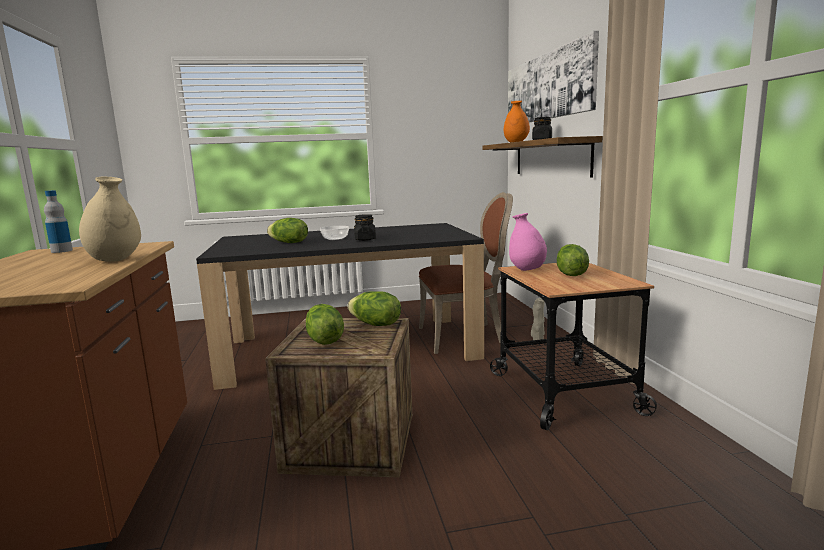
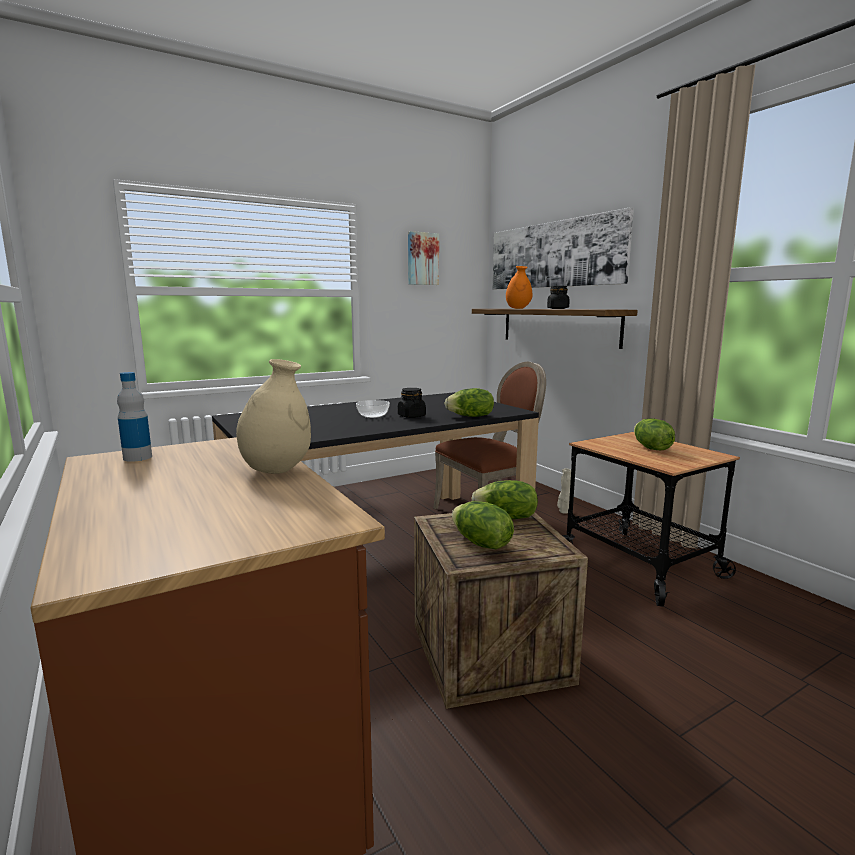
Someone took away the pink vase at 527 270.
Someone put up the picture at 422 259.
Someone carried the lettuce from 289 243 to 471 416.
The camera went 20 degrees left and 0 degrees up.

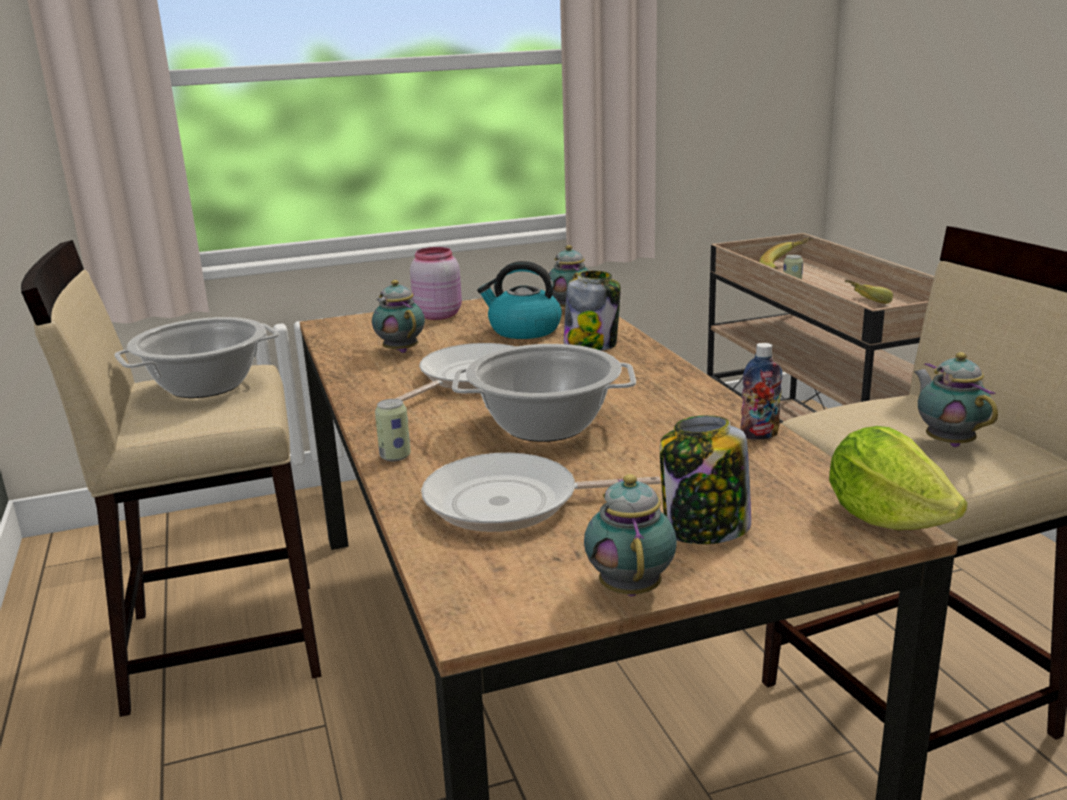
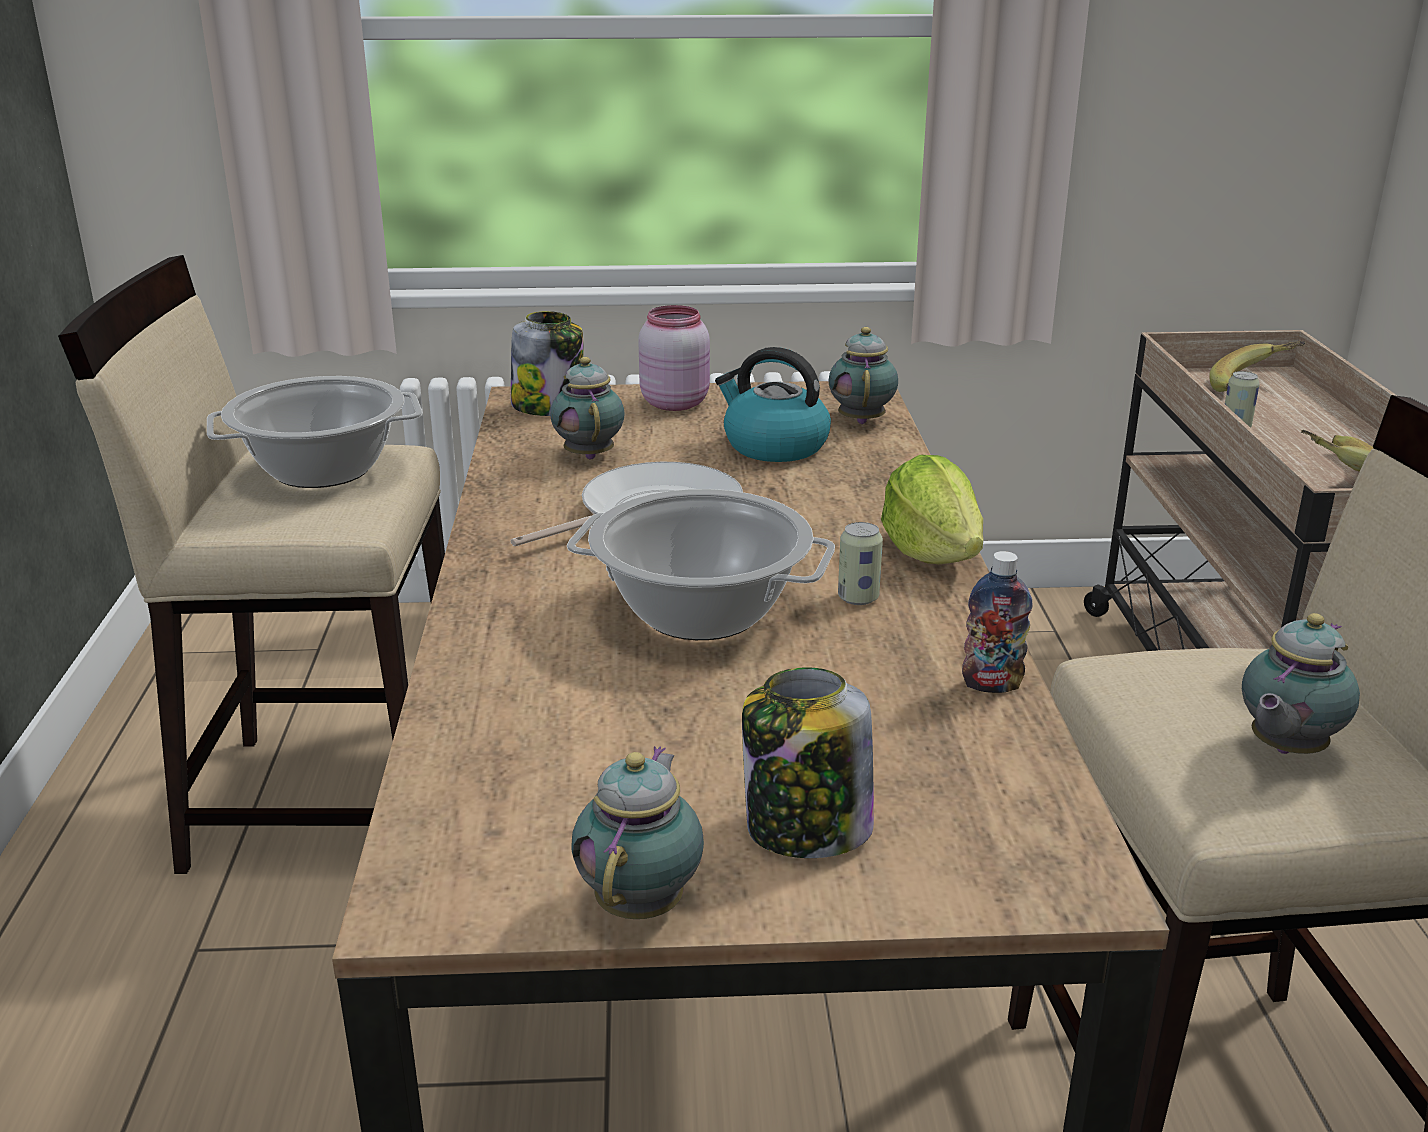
Someone took away the frying pan at 511 503.
Someone carried the can from 395 456 to 858 598.
Someone carried the jar from 591 344 to 549 406.
Someone carried the lettuce from 886 518 to 932 552.
Someone rotated the teapot at 947 442 by 135 degrees counterclockwise.
The camera went 15 degrees right and 5 degrees up.

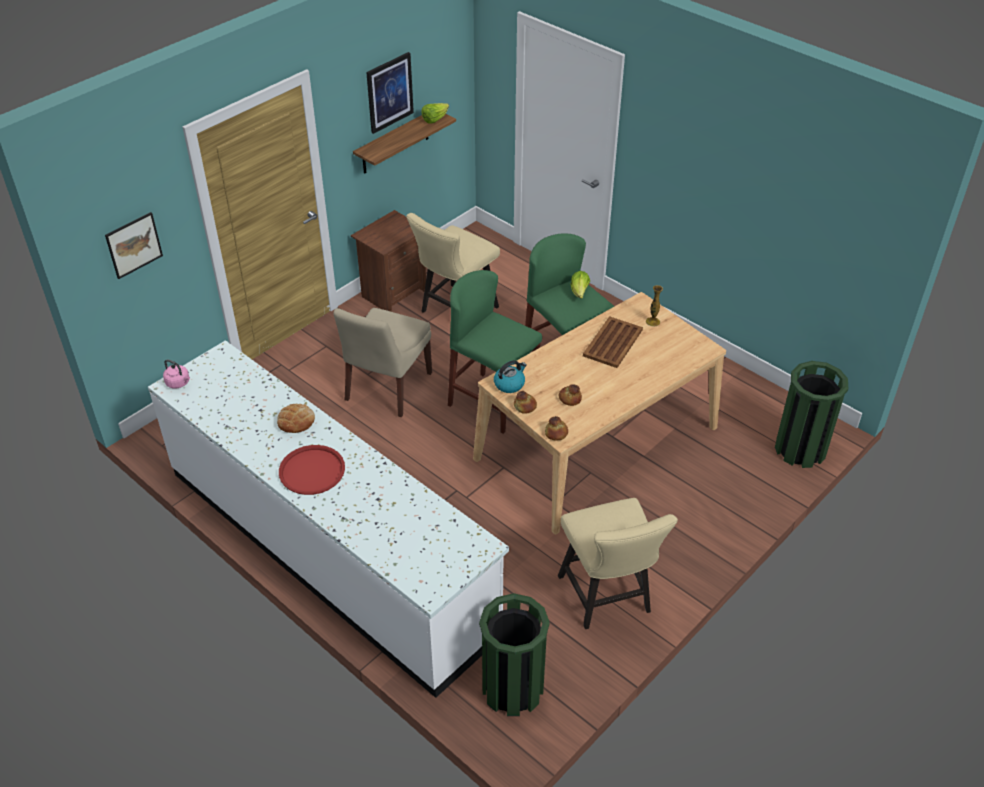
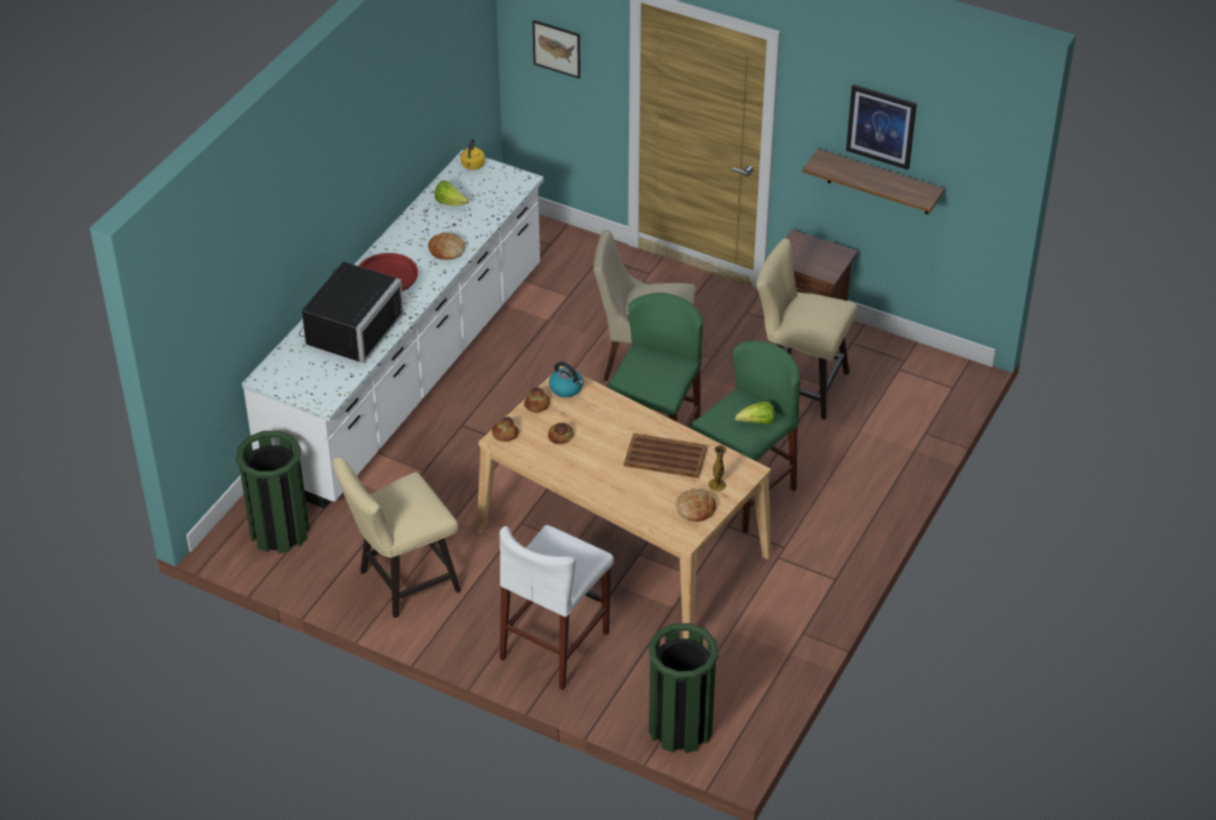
Someone put down the black microwave at 349 328.
Someone put down the white stool at 555 645.
Someone put down the bread at 695 508.
Someone carried the lettuce from 435 119 to 450 203.
Someone repainted the pink kettle at 179 383, which became the yellow kettle at 472 166.
The camera went 75 degrees right and 0 degrees up.

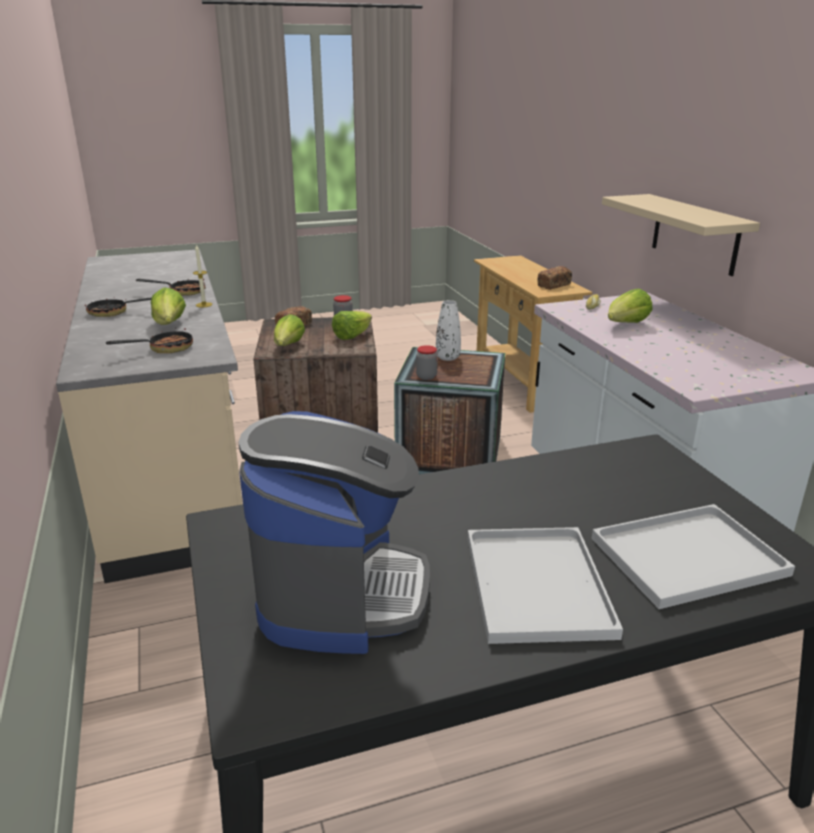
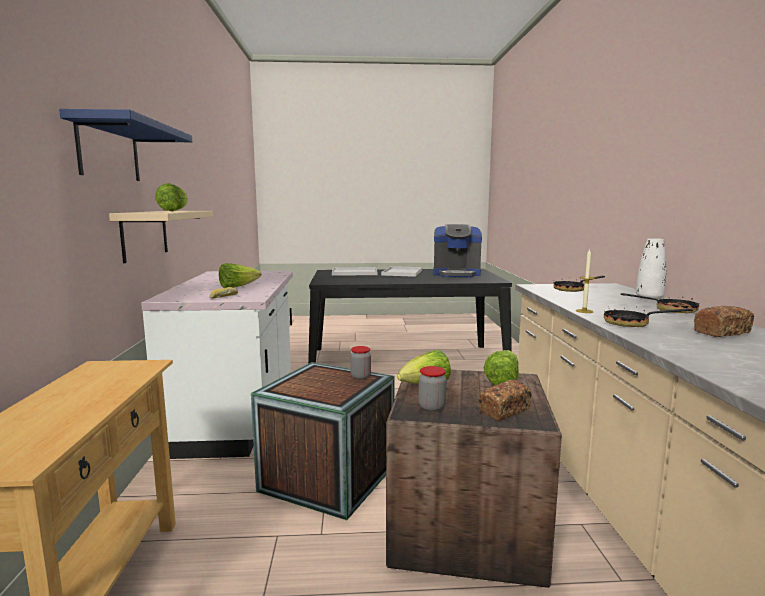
Someone put up the blue shelf at 109 151.
Someone carried the lettuce from 169 325 to 174 211.
Someone carried the white vase from 447 357 to 649 298.
Someone carried the bread from 554 285 to 721 332.
Someone rotated the coffee machine at 341 593 by 105 degrees counterclockwise.
The camera went 165 degrees left and 15 degrees down.

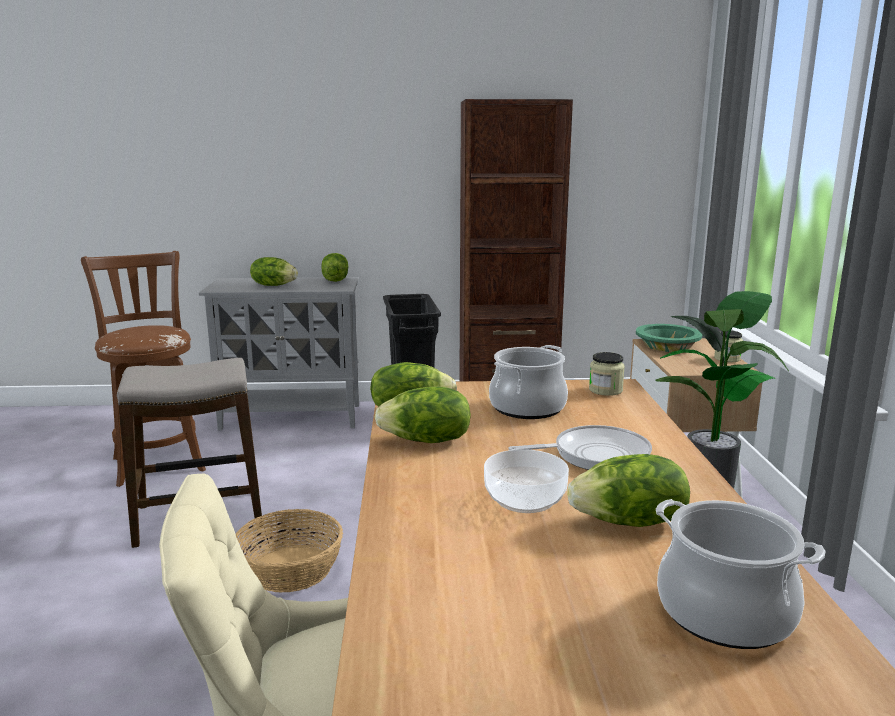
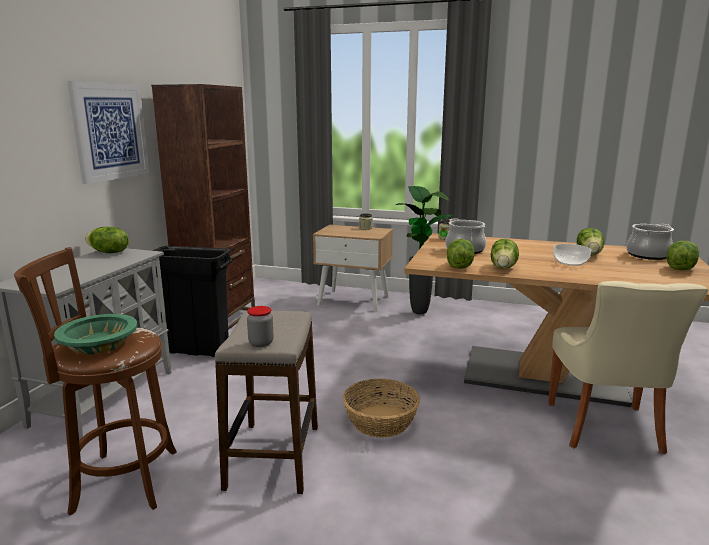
Someone took away the frying pan at 595 455.
Someone put up the picture at 110 131.
Someone put down the jar at 261 343.
Someone carried the lettuce from 274 285 to 679 268.
Someone carried the green bowl from 667 346 to 99 343.
The camera went 70 degrees left and 0 degrees up.

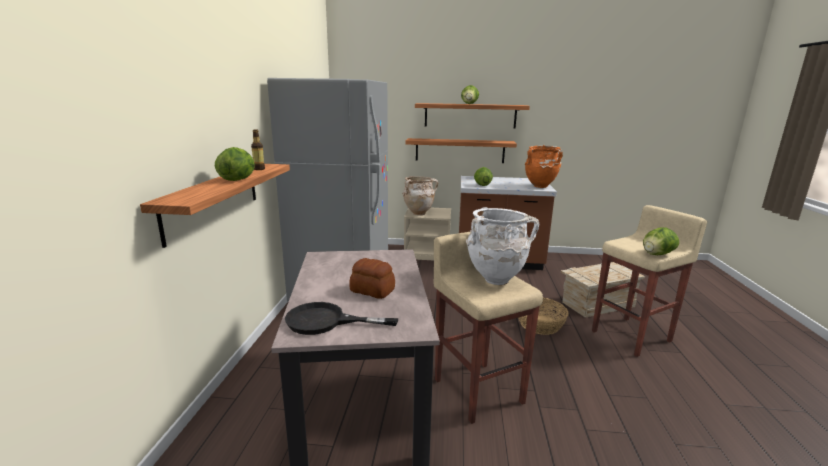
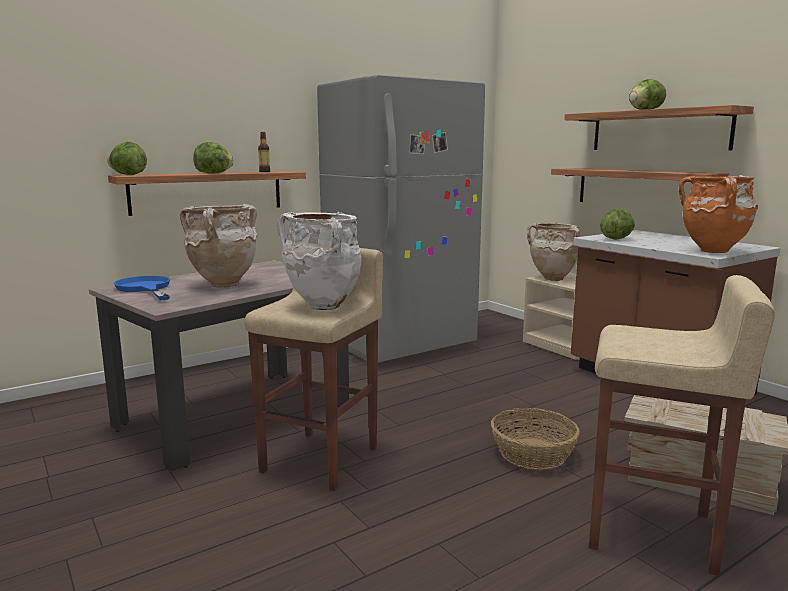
Someone carried the lettuce from 656 254 to 128 175.
Someone swapped the bread at 372 291 for the beige vase at 223 285.
Someone repainted the black frying pan at 326 321, which became the blue frying pan at 145 288.
The camera went 50 degrees right and 5 degrees down.

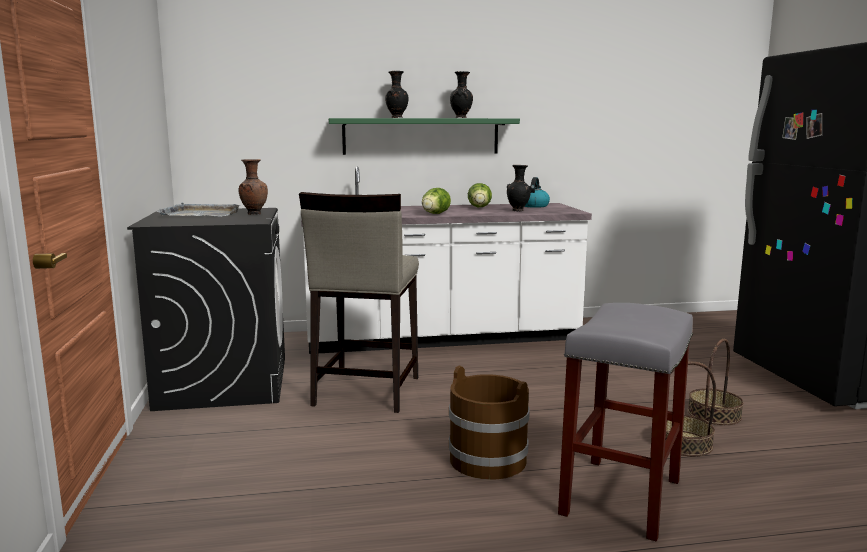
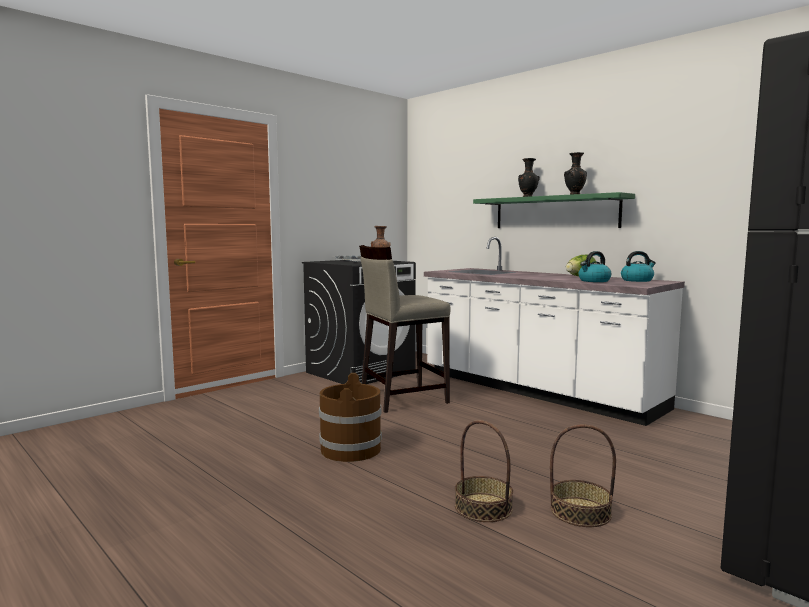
Someone took away the lettuce at 434 214.
Someone took away the grey stool at 620 496.
Someone swapped the black vase at 518 211 for the kettle at 594 281.
The camera went 55 degrees right and 5 degrees down.

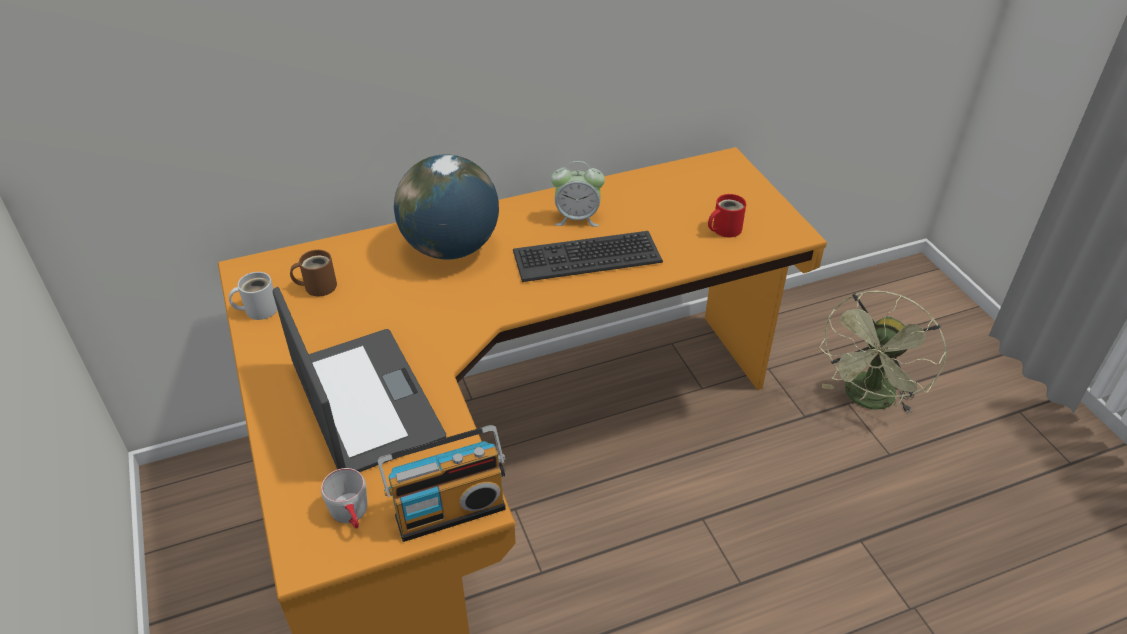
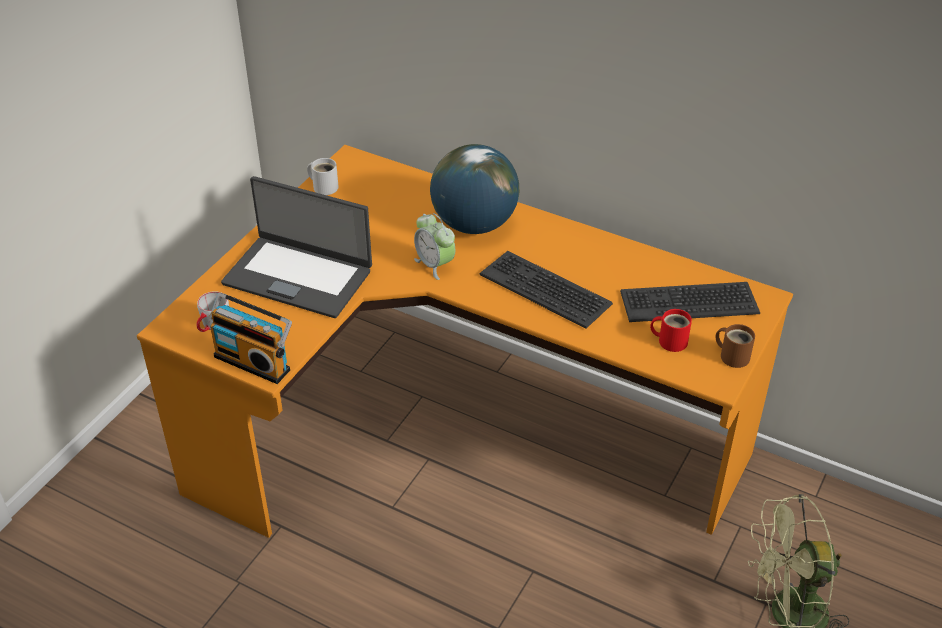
Someone put down the keyboard at 689 302.
Someone carried the brown mug from 317 286 to 733 355.
Someone carried the alarm clock from 577 218 to 435 265.
Someone rotated the laptop at 364 401 by 90 degrees clockwise.
The camera went 50 degrees right and 0 degrees up.

